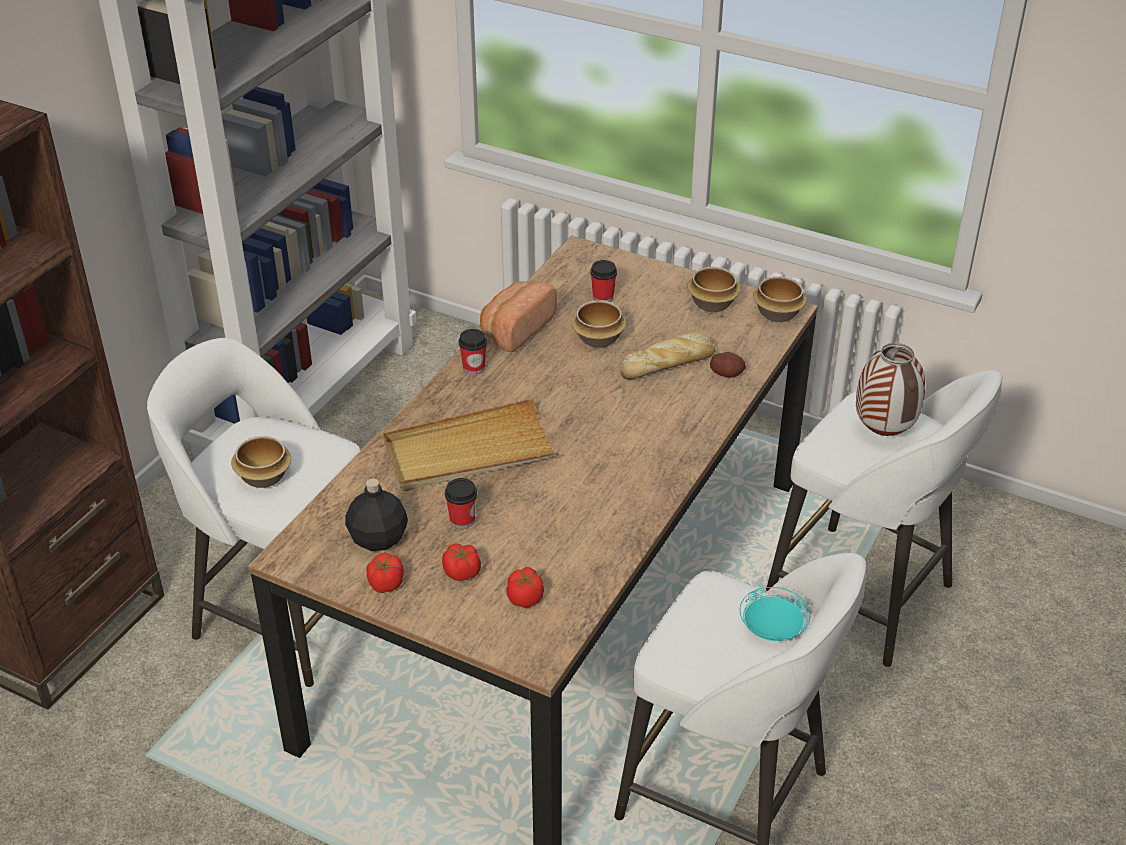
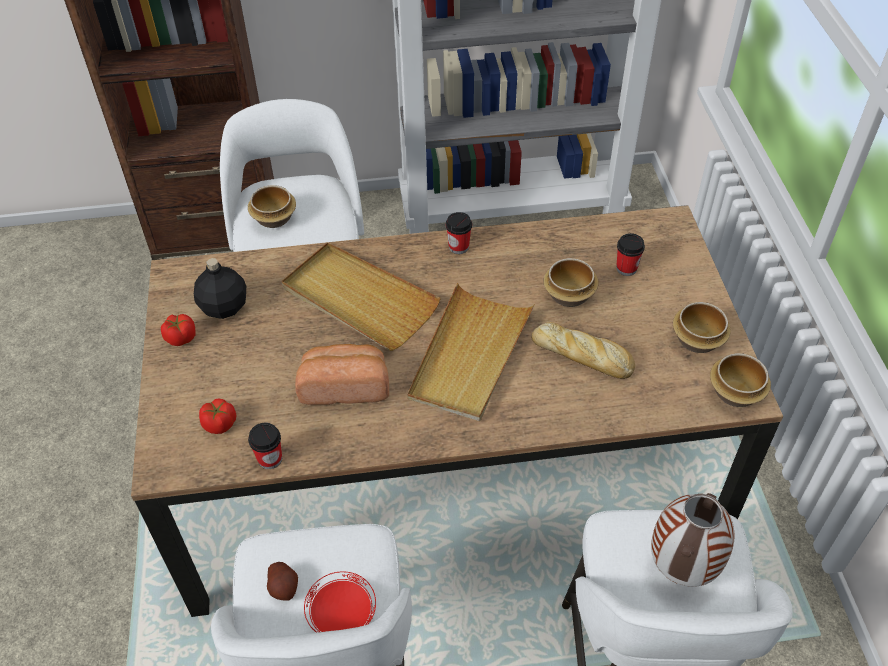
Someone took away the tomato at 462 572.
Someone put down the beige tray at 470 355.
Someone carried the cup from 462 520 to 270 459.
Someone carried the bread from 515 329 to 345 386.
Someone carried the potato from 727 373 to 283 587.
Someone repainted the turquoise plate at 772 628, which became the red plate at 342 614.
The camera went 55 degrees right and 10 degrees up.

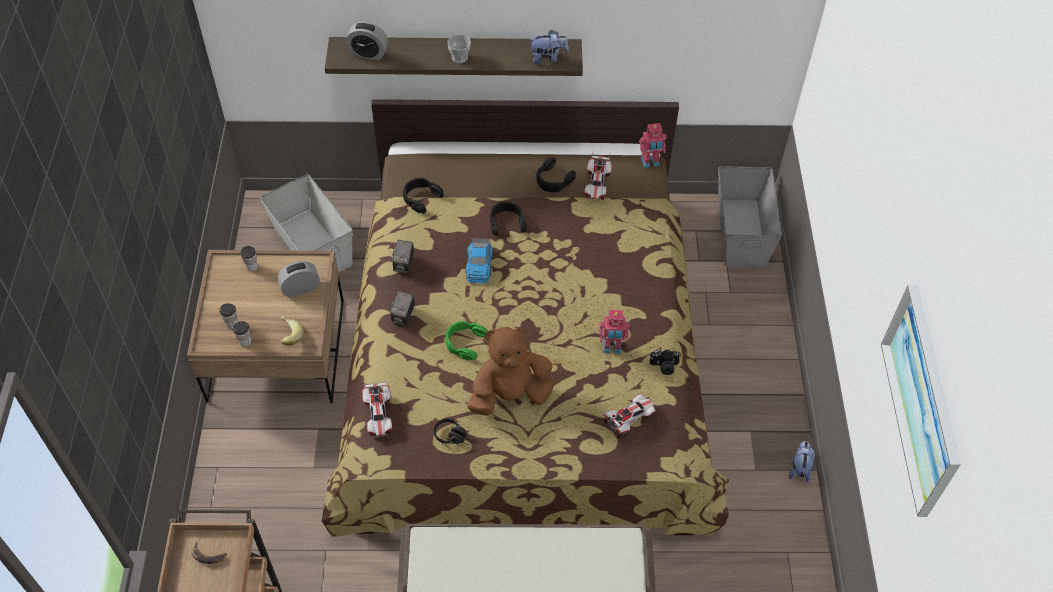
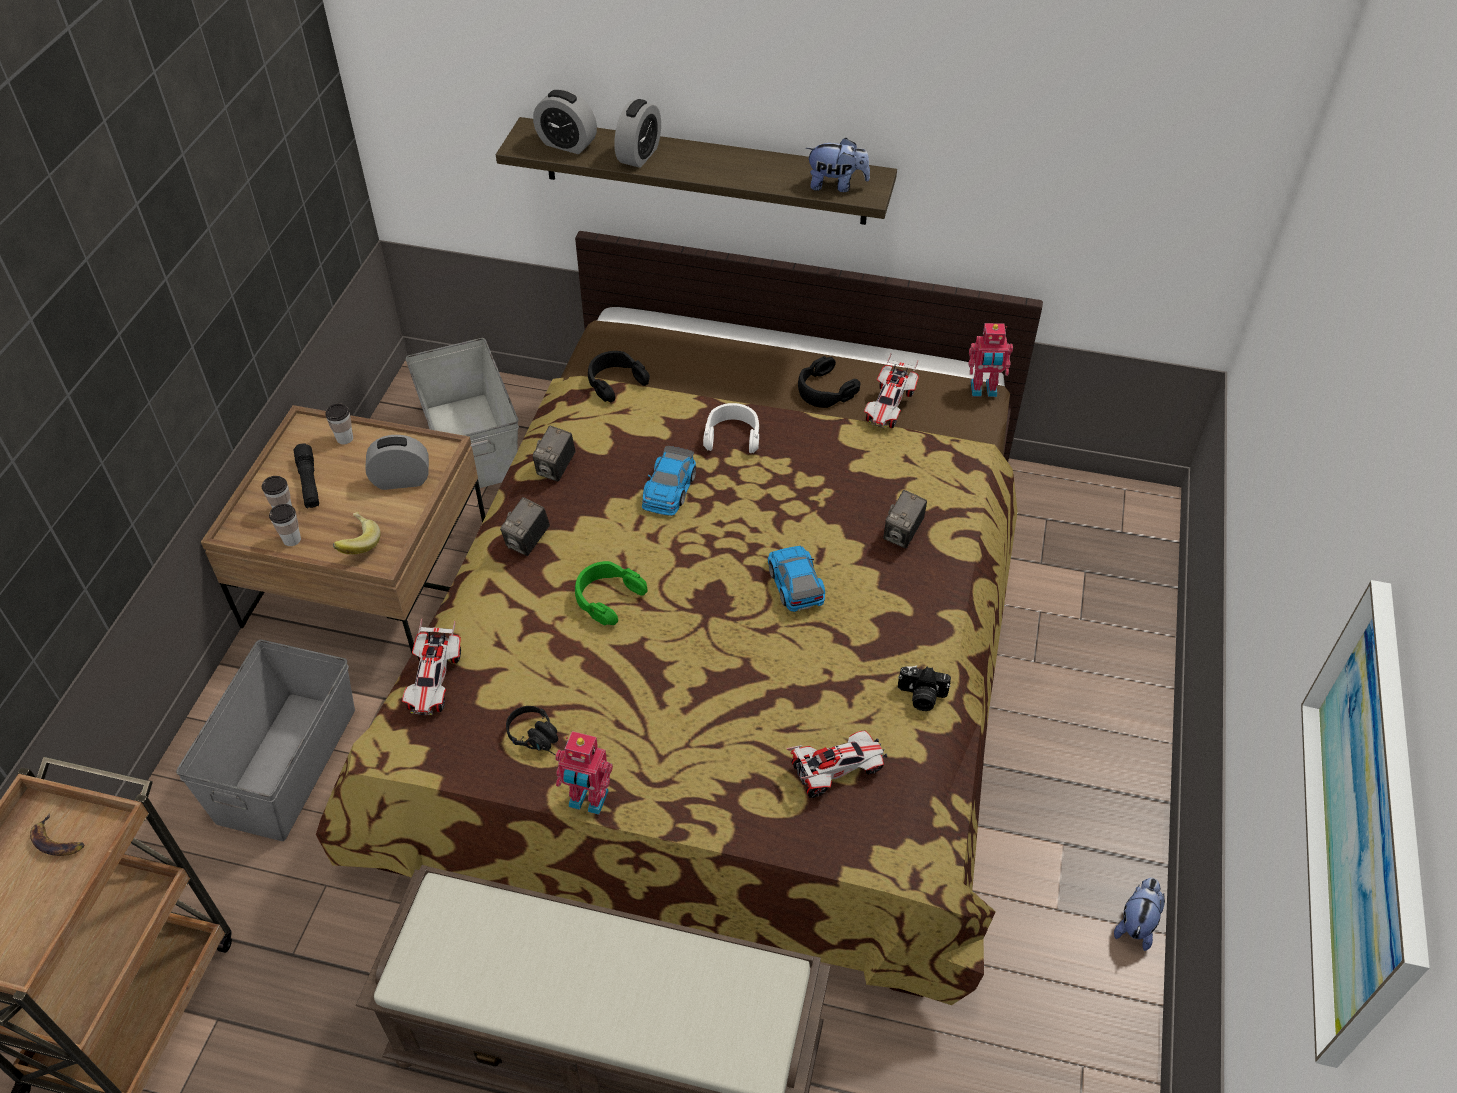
Someone took away the cup at 459 58.
Someone took away the brown plush toy at 510 395.
Someone put down the black flashlight at 309 482.
Someone put down the alarm clock at 639 155.
Someone put down the toy car at 795 583.
Someone put down the photo camera at 902 534.
Someone carried the toy robot from 612 348 to 587 801.
Someone carried the grey storage box from 742 232 to 288 764.
Someone repainted the black headphones at 506 222, which became the white headphones at 732 436.
The camera went 15 degrees right and 5 degrees down.

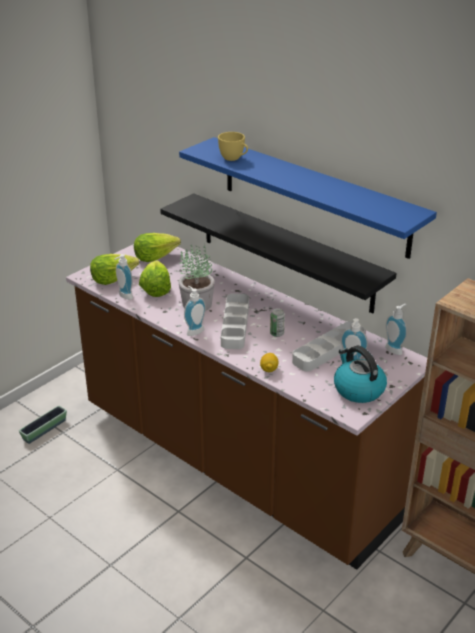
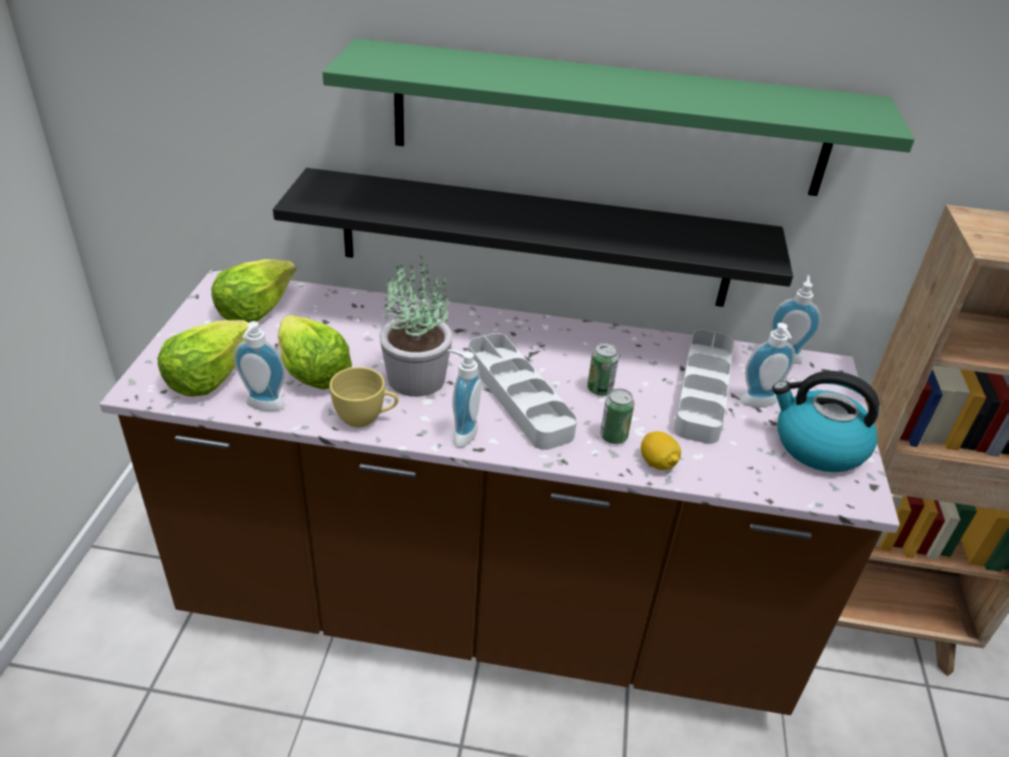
Someone took away the planter at 44 430.
Someone put down the can at 613 436.
Someone carried the yellow cup from 234 158 to 366 418.
Someone repainted the blue shelf at 314 196, which became the green shelf at 608 119.
The camera went 35 degrees left and 5 degrees up.

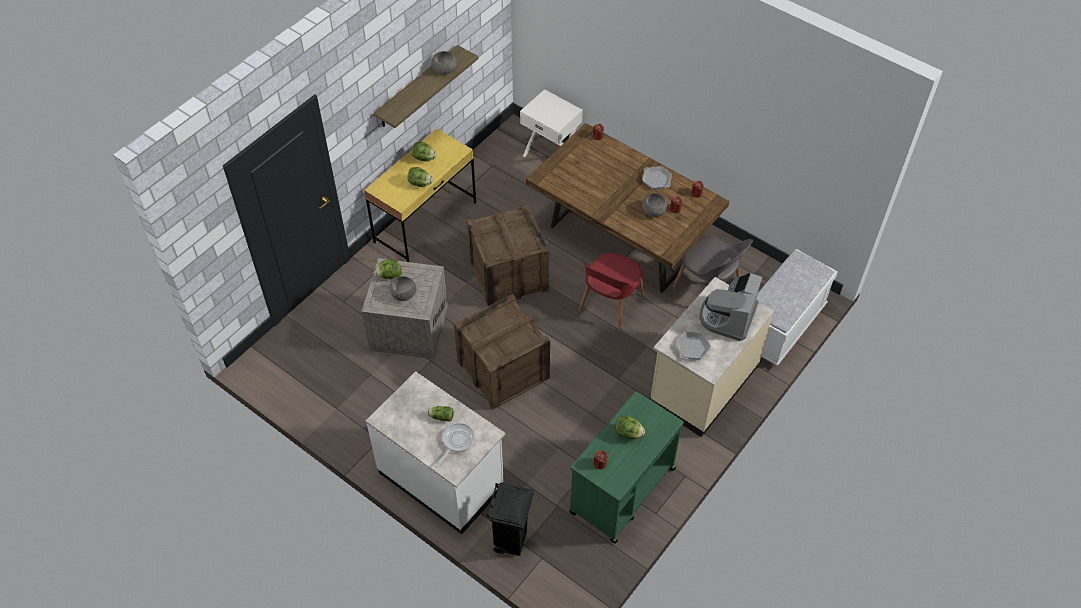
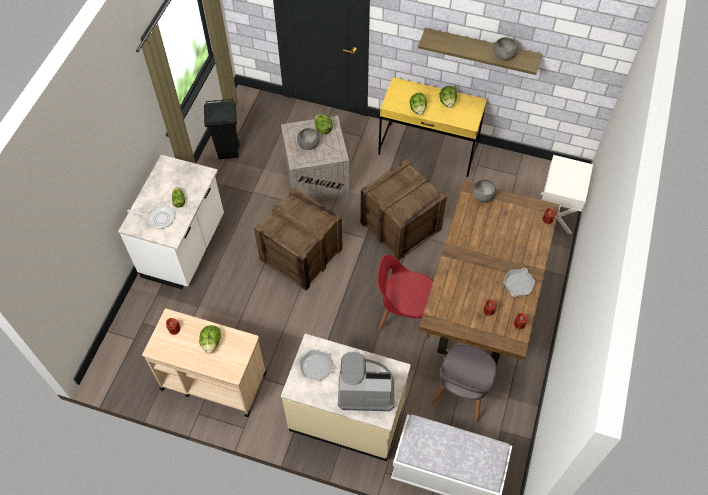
Someone carried the black trash can from 511 540 to 228 151.
Someone carried the grey bowl from 654 211 to 483 196.
Someone repainted the green cart at 622 491, which became the beige cart at 213 380.
The camera went 70 degrees right and 5 degrees up.

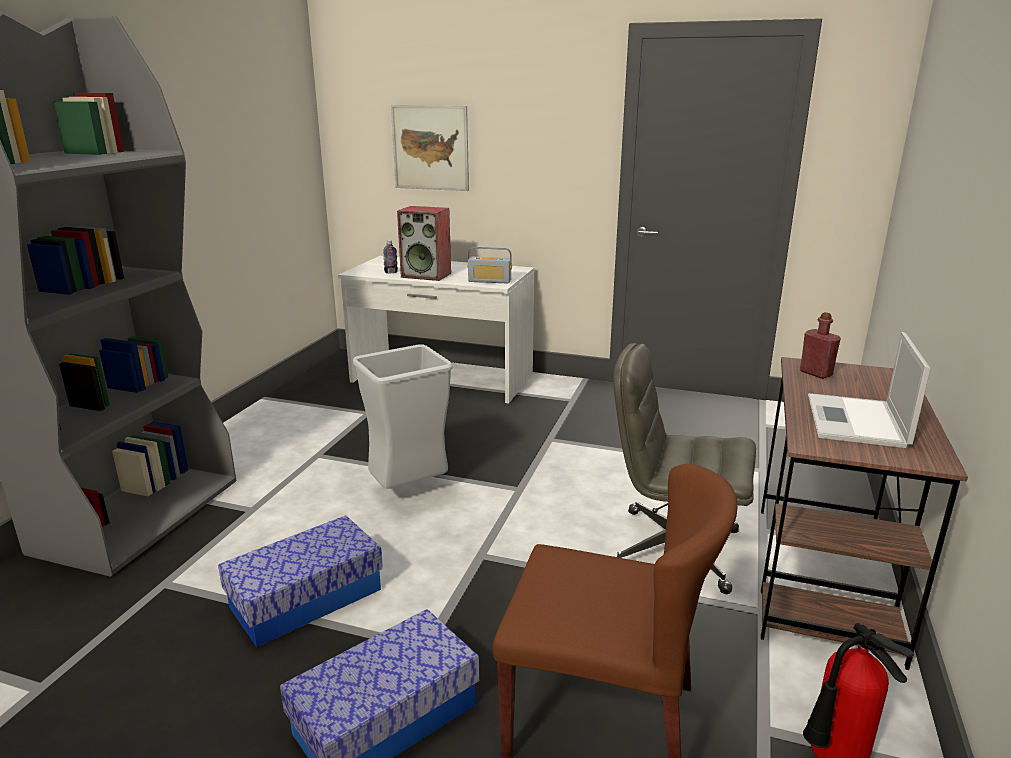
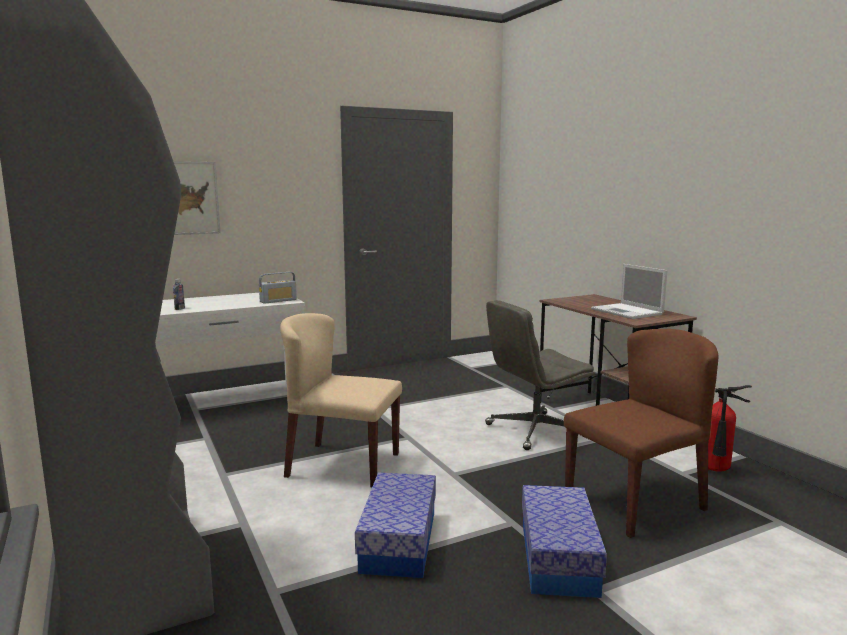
Someone took away the speaker at 427 275.
Someone took away the red bottle at 815 373.
Someone swapped the grey trash can at 410 490 for the beige chair at 342 465.
The camera went 45 degrees left and 10 degrees down.

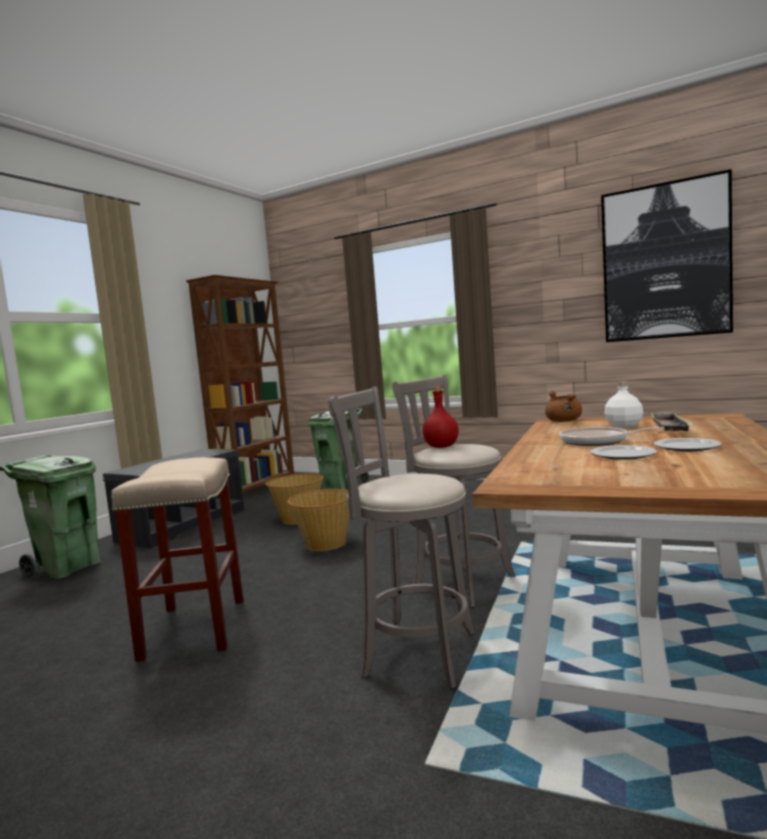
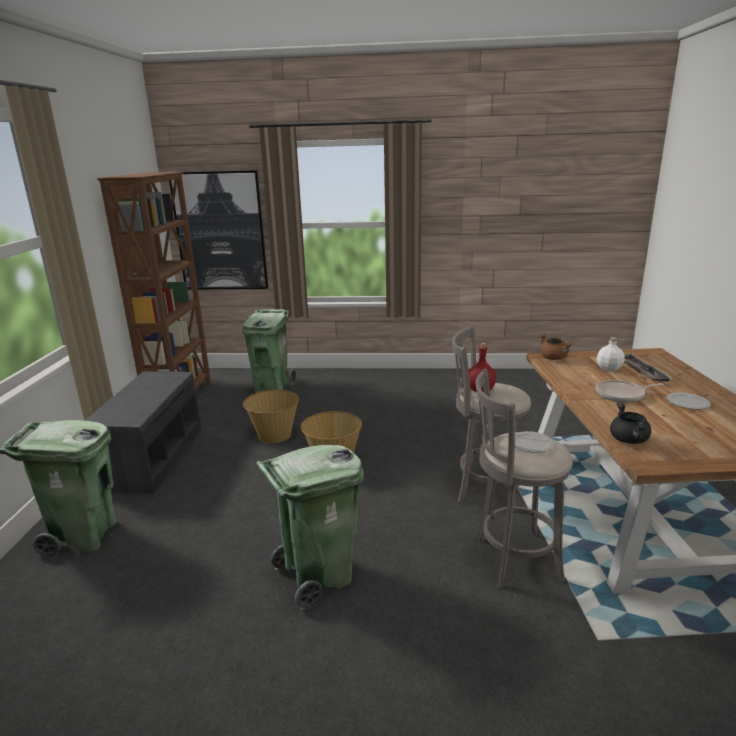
Someone put down the black cooking pot at 629 440.
Someone carried the plate from 623 455 to 532 444.
Someone carried the picture from 664 261 to 220 232.
Someone swapped the beige stool at 194 627 for the green trash can at 318 575.
The camera went 25 degrees left and 15 degrees up.

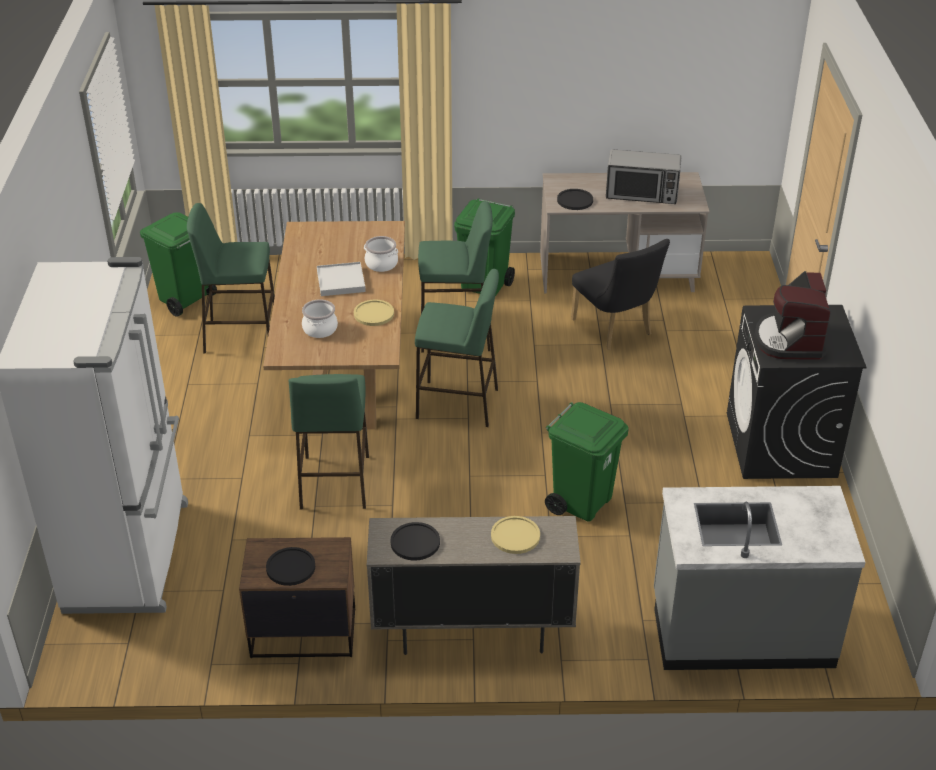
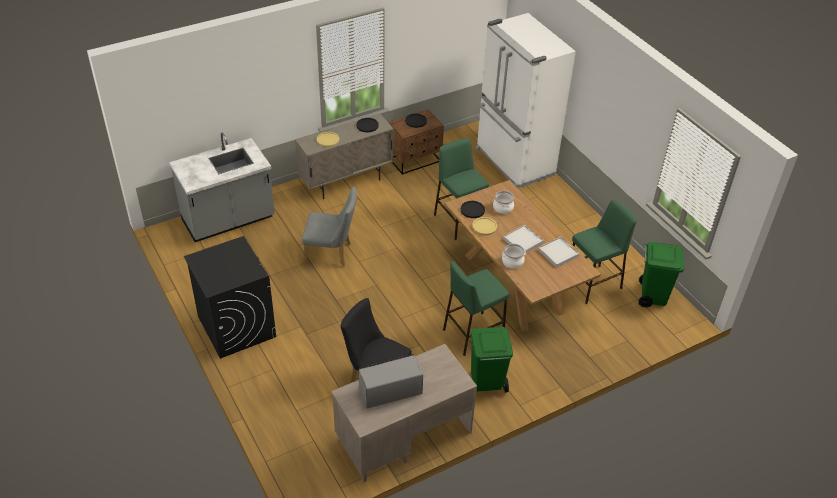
Someone took away the green stool at 458 404.
Someone took away the coffee machine at 789 340.
Someone put down the white tray at 558 253.
Someone carried the black plate from 575 200 to 472 210.
Someone swapped the green trash can at 582 502 for the grey chair at 332 253.
The camera went 150 degrees right and 5 degrees up.

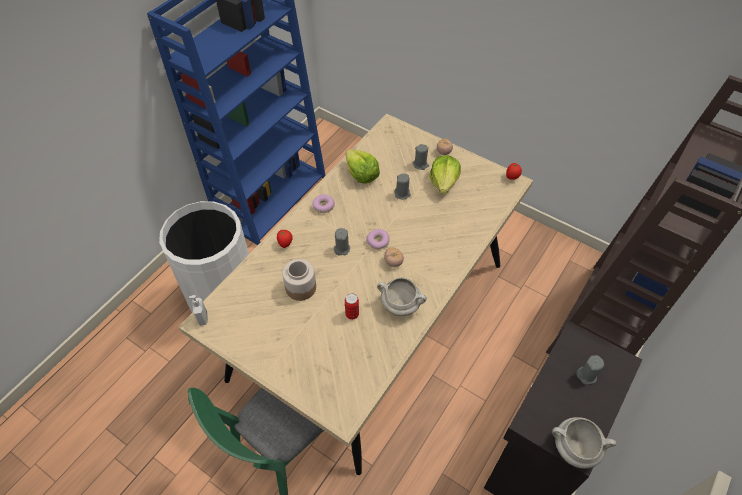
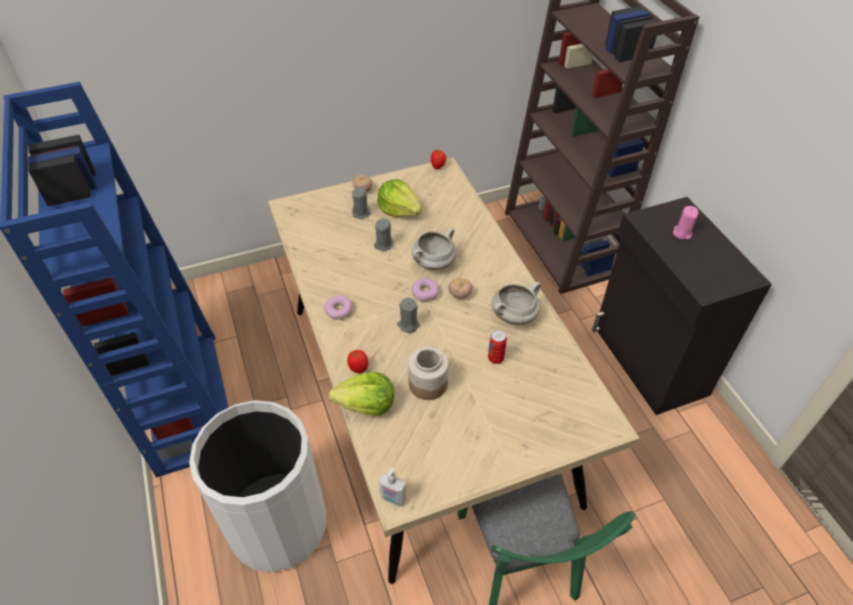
Someone carried the lettuce from 361 174 to 366 405.
Someone carried the white cooking pot from 574 448 to 433 264.
Someone repainted the grey candle at 586 375, which became the pink candle at 682 233.
The camera went 55 degrees left and 5 degrees down.

